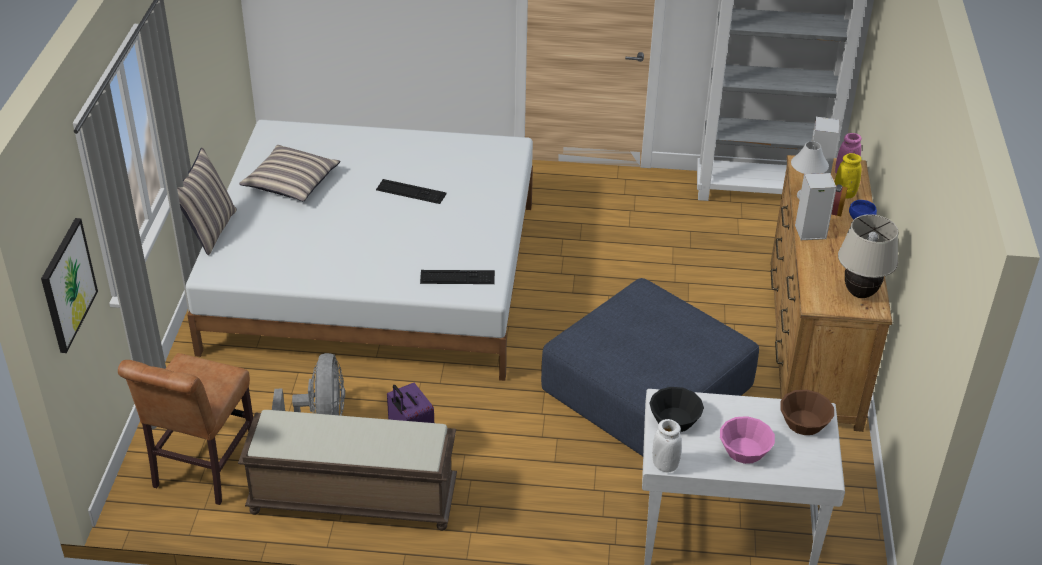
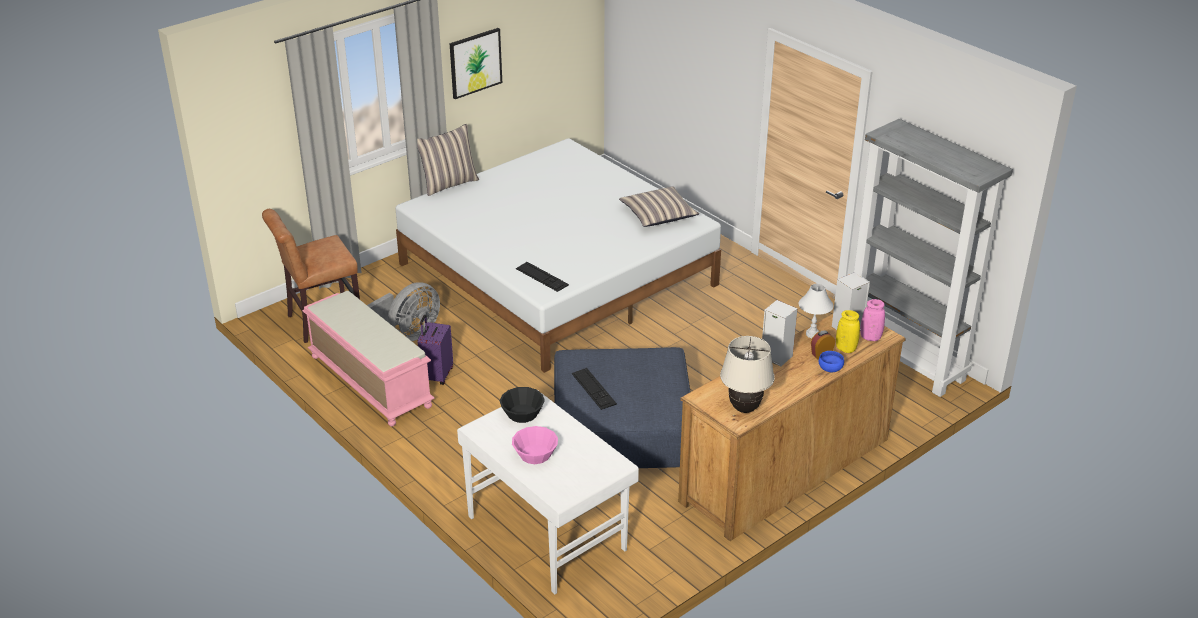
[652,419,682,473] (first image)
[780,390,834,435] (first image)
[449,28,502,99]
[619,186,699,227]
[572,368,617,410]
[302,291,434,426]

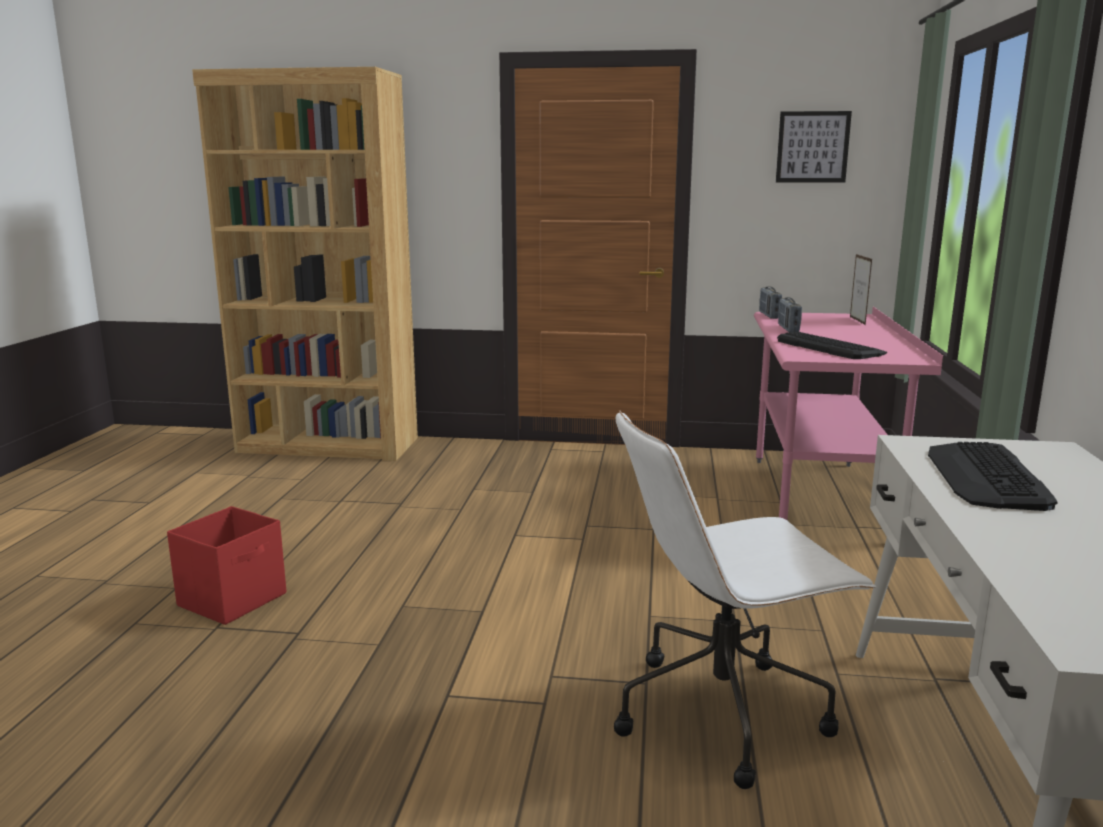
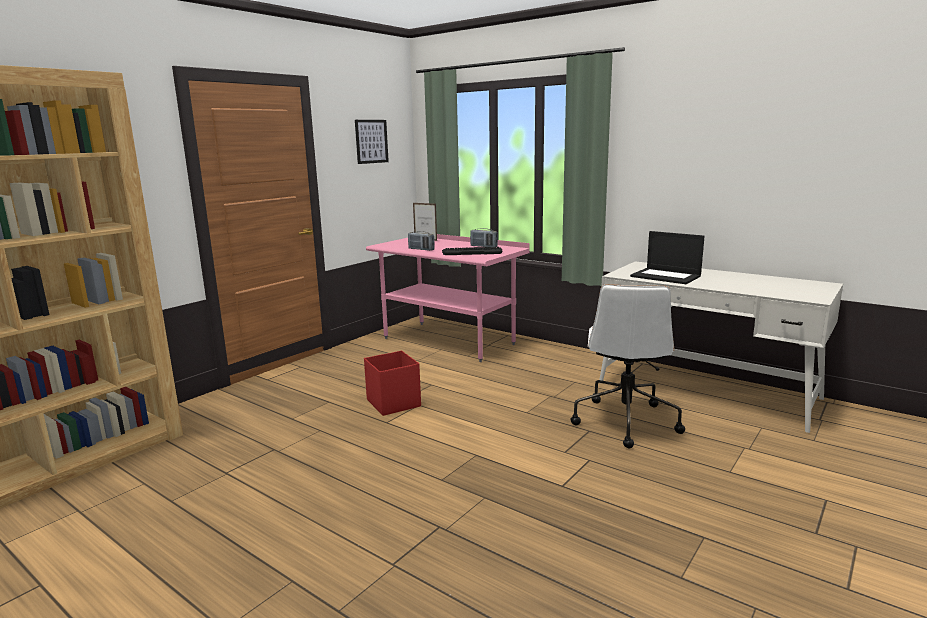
[364,351,421,416]
[470,228,498,247]
[630,231,705,284]

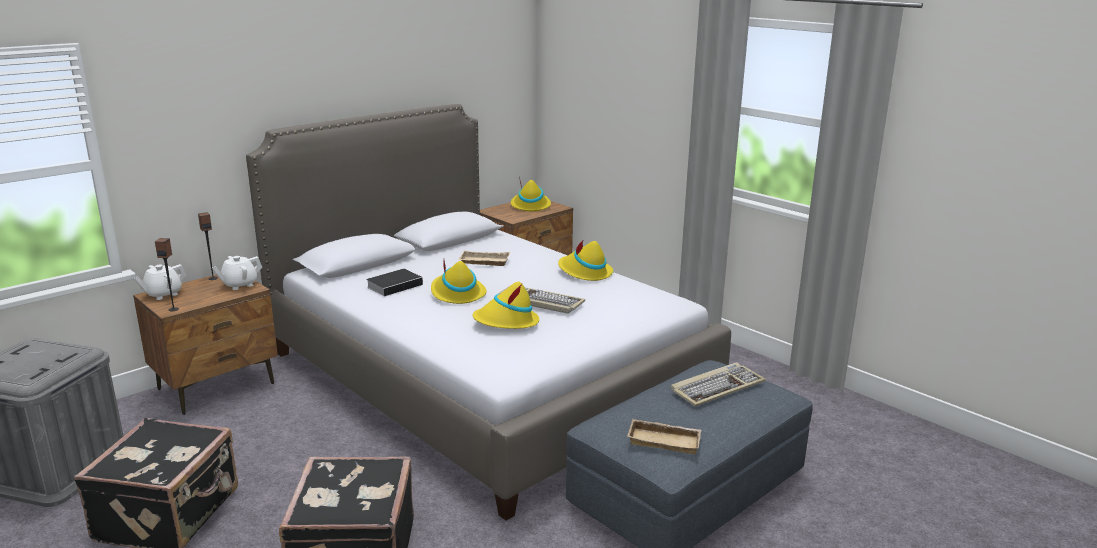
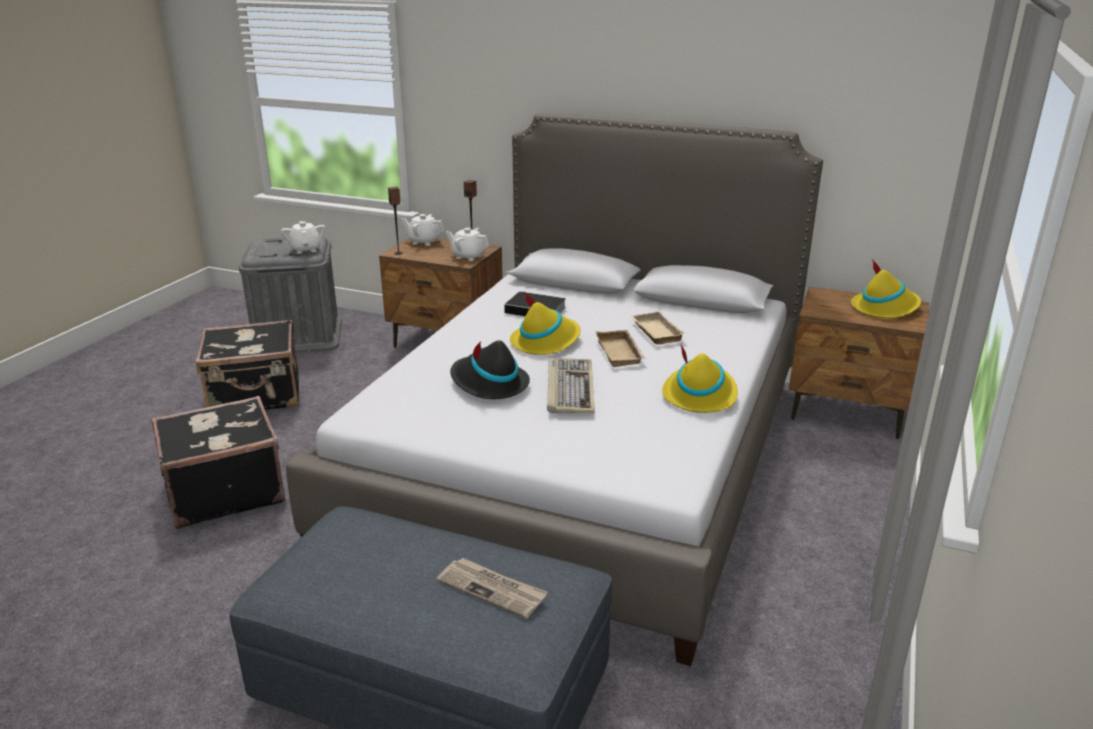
[281,221,326,254]
[595,330,646,367]
[437,558,548,619]
[450,340,530,399]

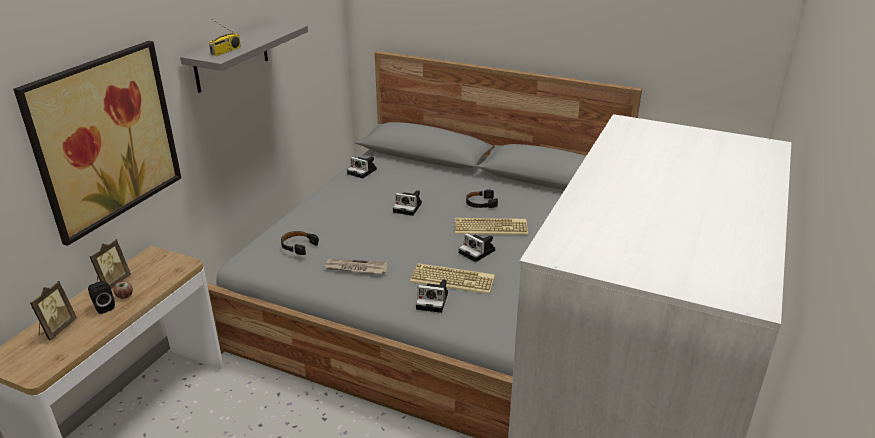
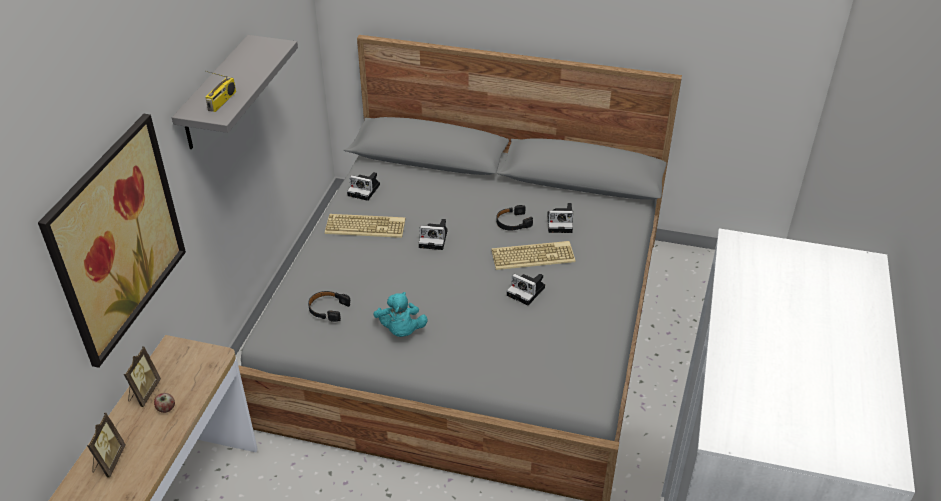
[88,281,115,314] (first image)
[325,214,405,238]
[547,203,573,233]
[373,292,428,337]

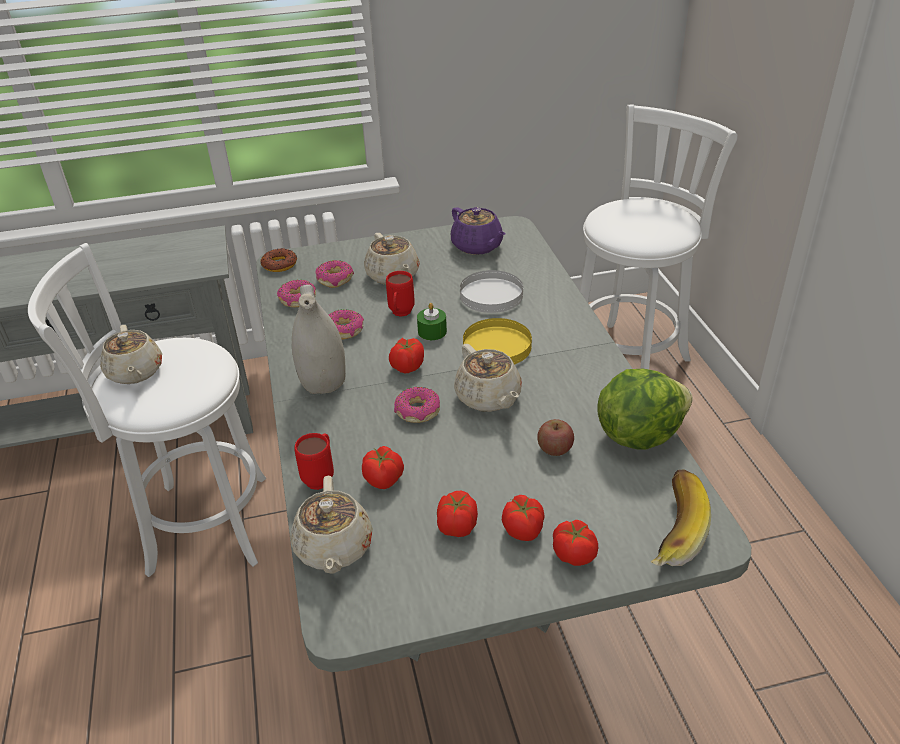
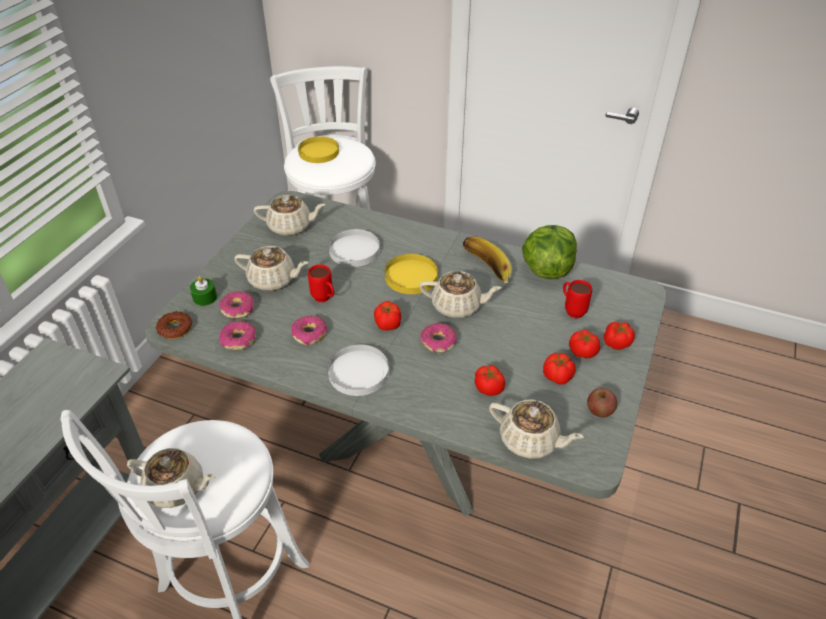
[298,137,339,163]
[563,280,592,318]
[190,276,217,306]
[587,388,617,417]
[463,236,512,284]
[328,344,389,396]
[254,195,326,236]

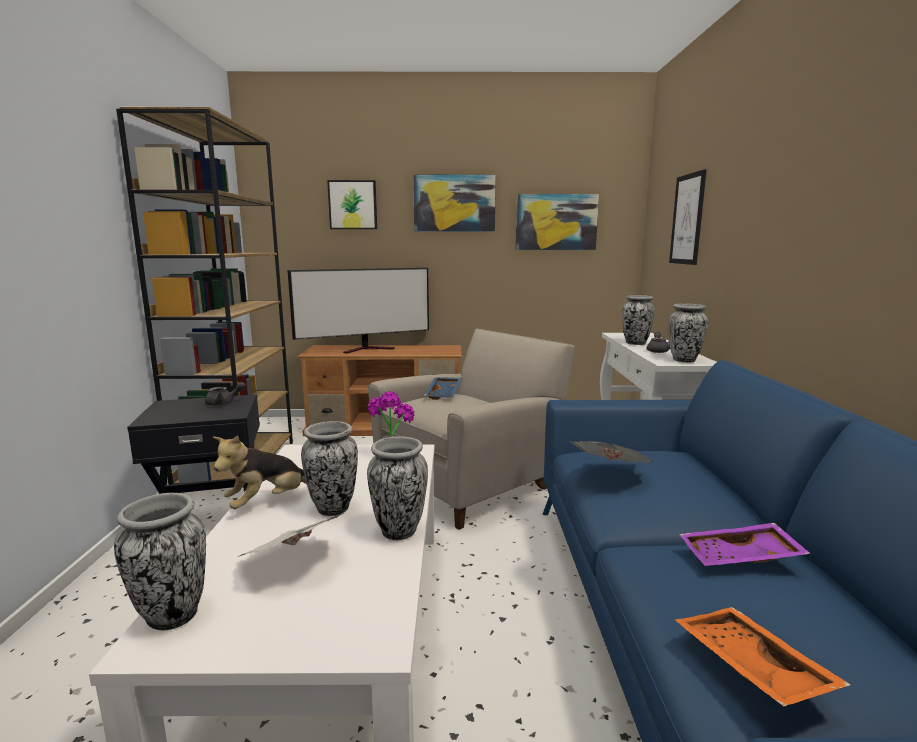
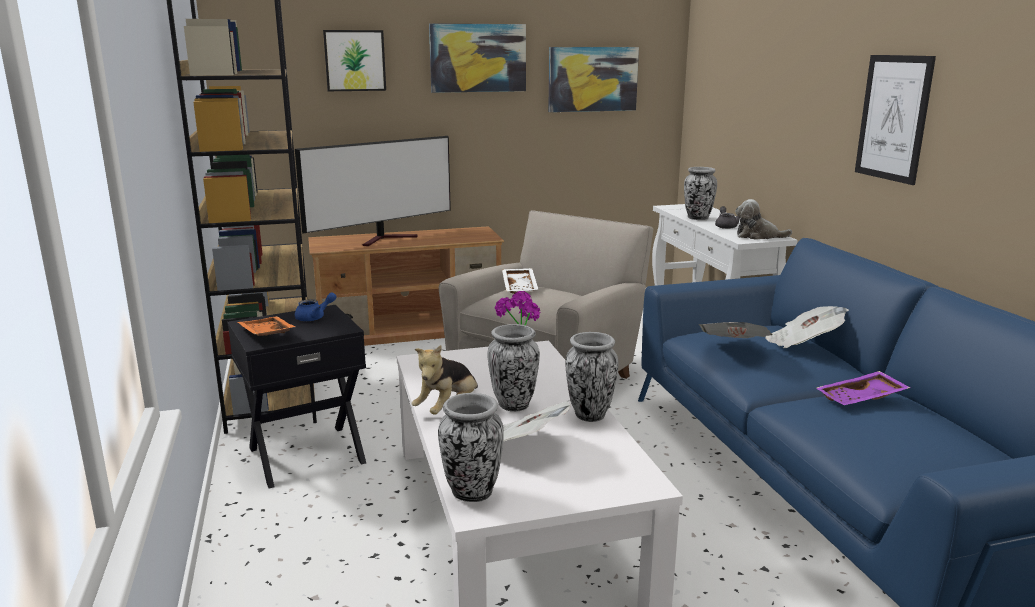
[765,306,849,348]
[855,55,936,185]
[238,316,295,336]
[735,199,792,240]
[295,292,337,321]
[502,268,539,294]

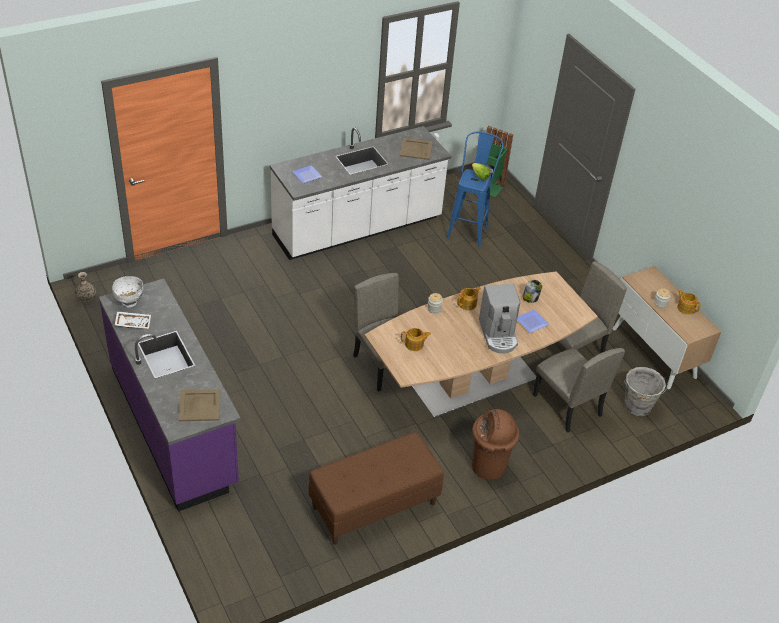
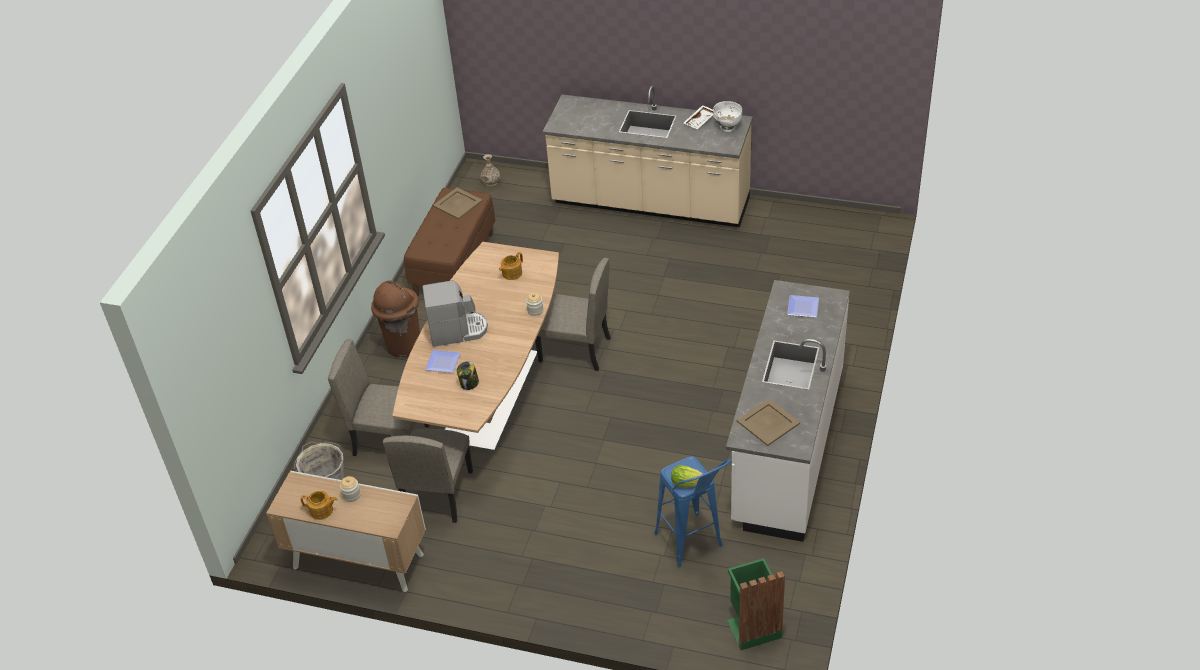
[457,287,481,310] (first image)
[480,154,501,186]
[433,187,483,219]
[543,86,753,227]
[423,280,488,347]

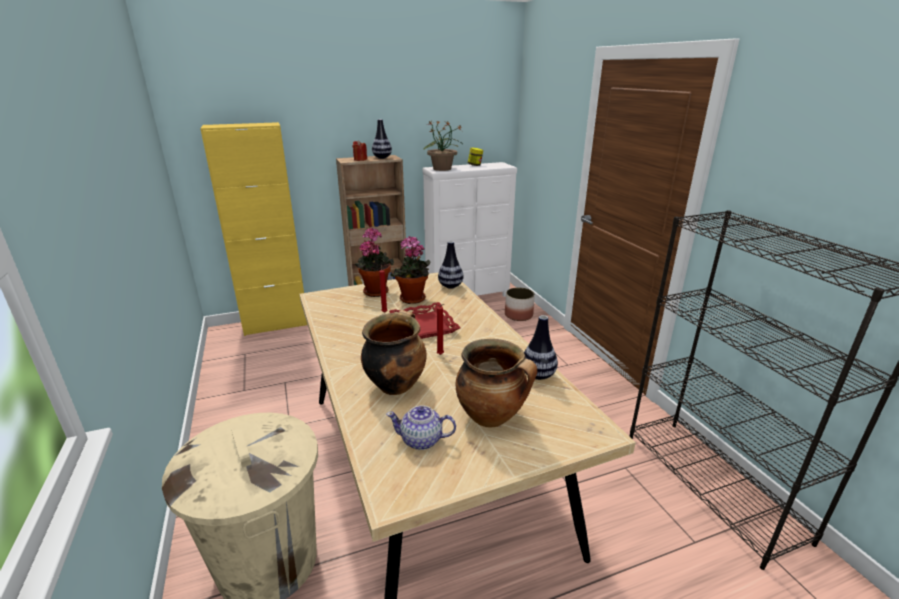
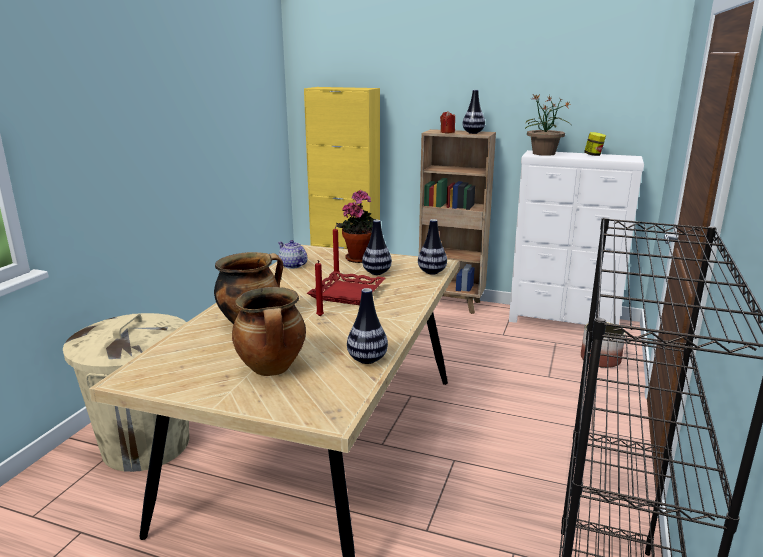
[278,240,308,269]
[362,220,392,275]

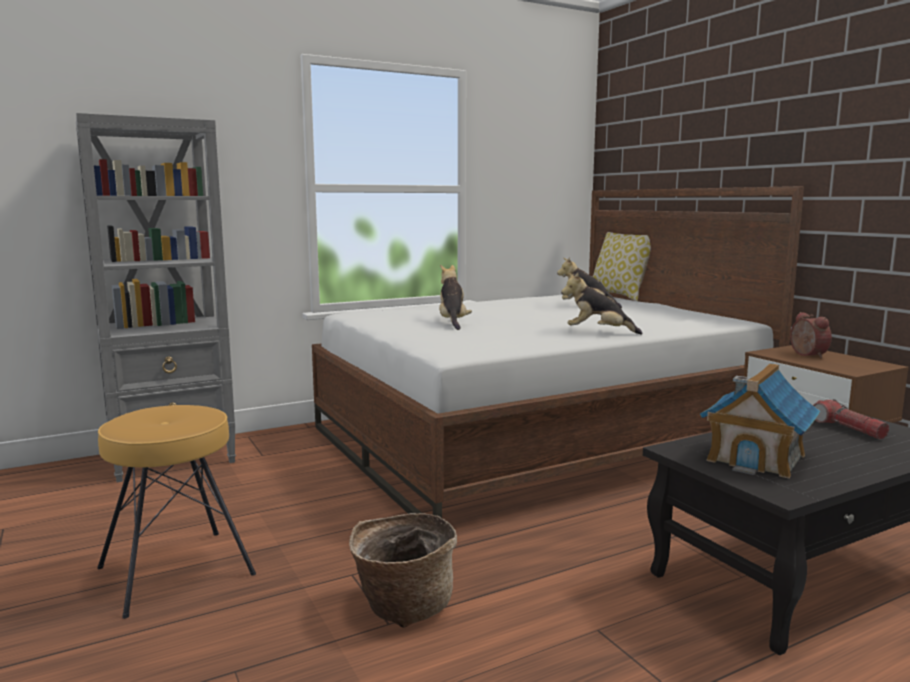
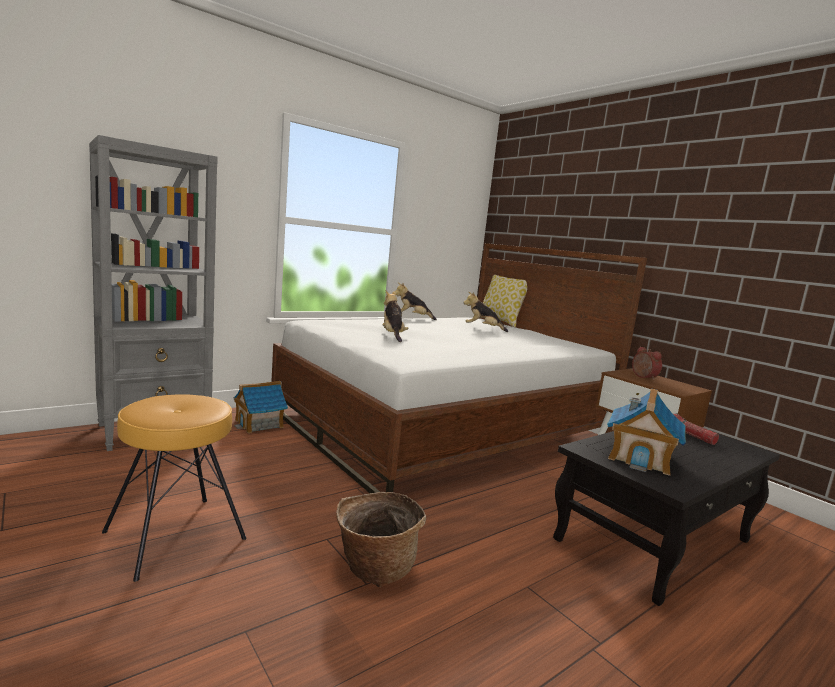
[234,381,288,433]
[395,283,437,320]

